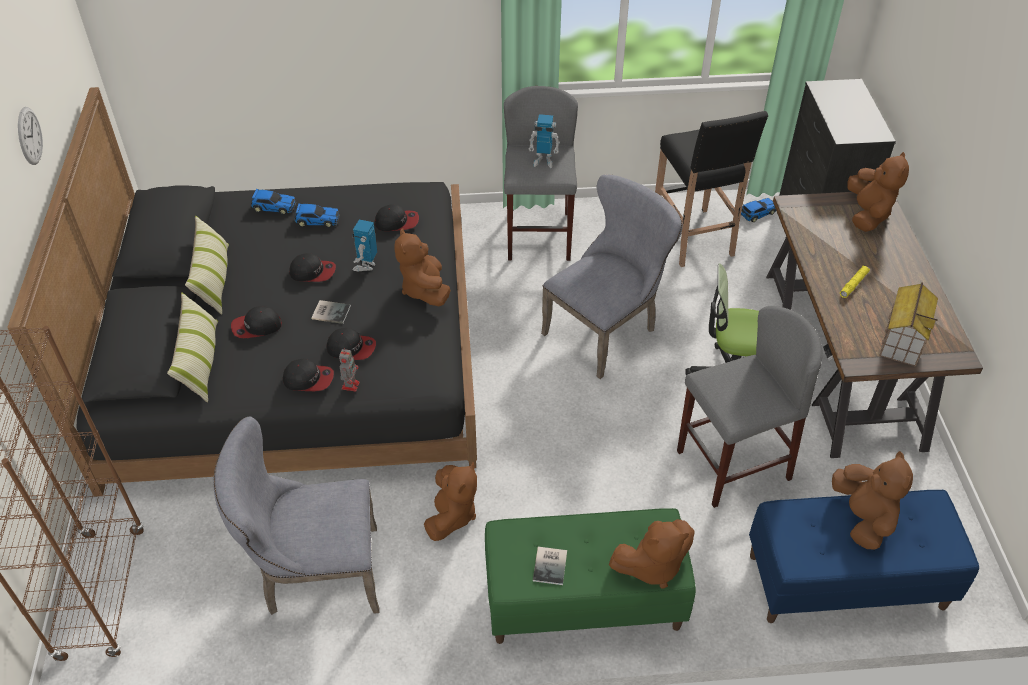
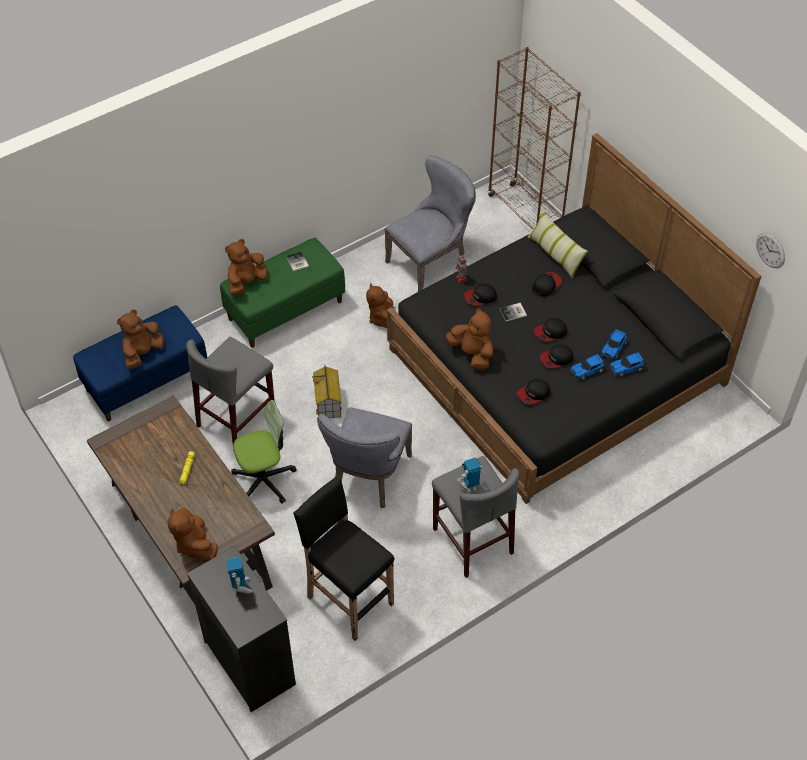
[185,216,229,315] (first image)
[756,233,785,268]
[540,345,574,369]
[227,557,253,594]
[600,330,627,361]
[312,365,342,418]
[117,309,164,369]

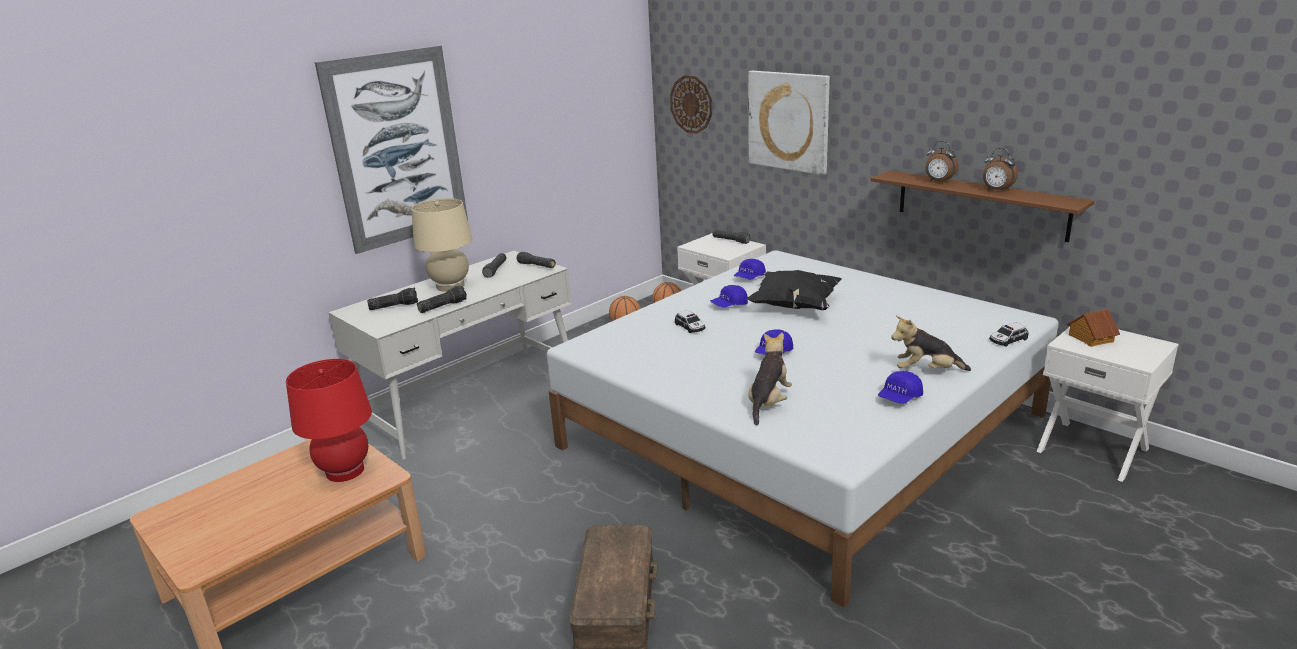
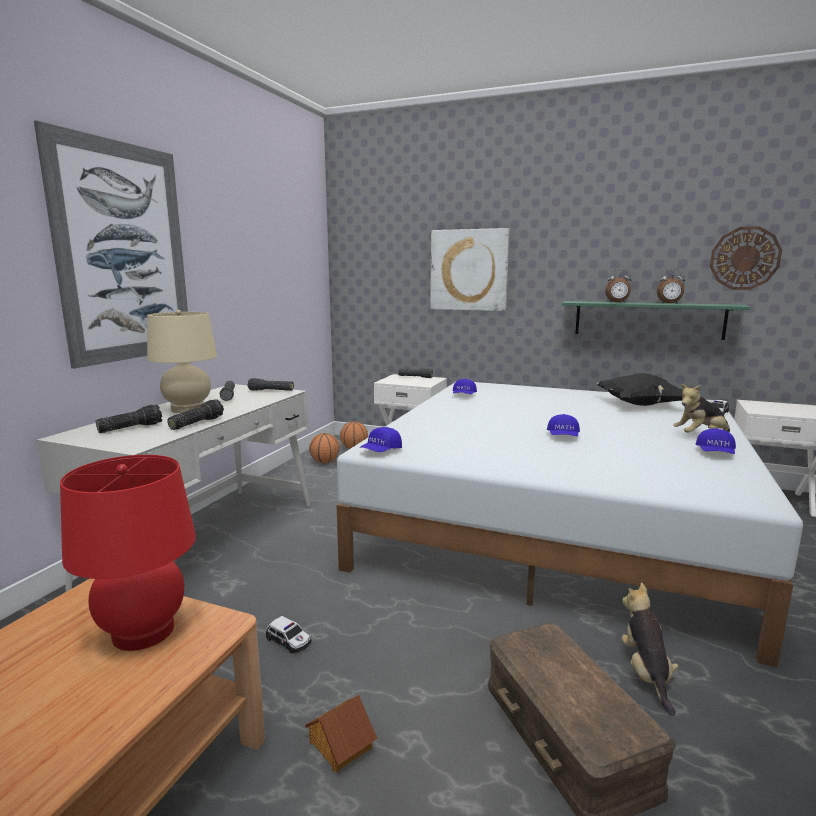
[710,226,782,290]
[266,616,311,653]
[360,427,402,452]
[596,373,683,406]
[622,583,678,716]
[305,695,377,773]
[562,301,751,340]

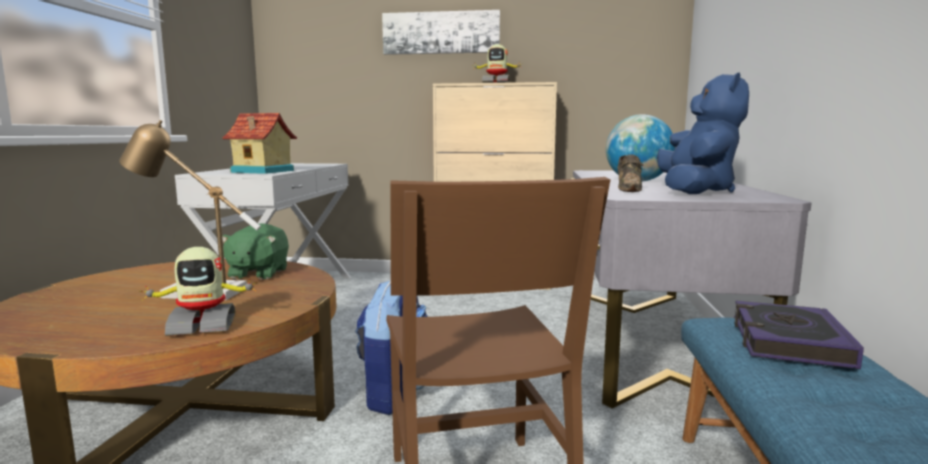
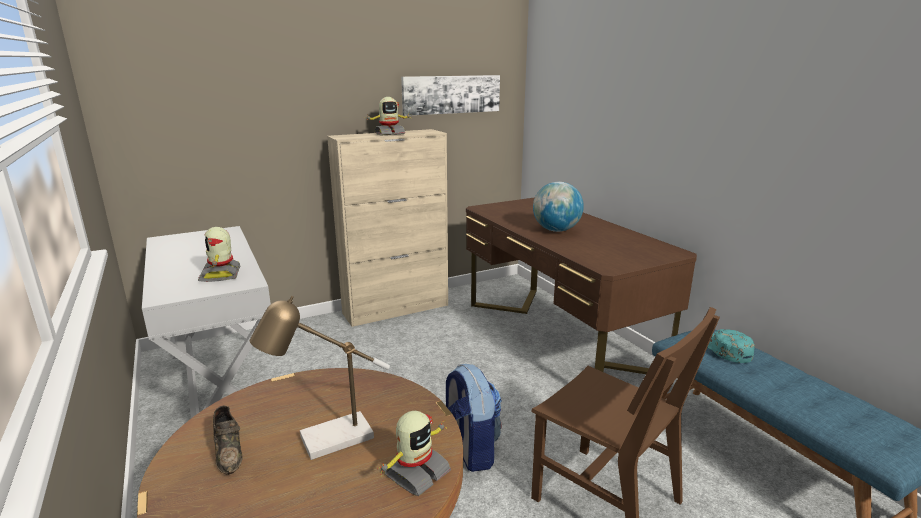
[222,223,289,279] (first image)
[657,72,749,194] (first image)
[401,75,500,116]
[213,405,243,475]
[198,227,241,282]
[707,329,755,363]
[466,197,697,374]

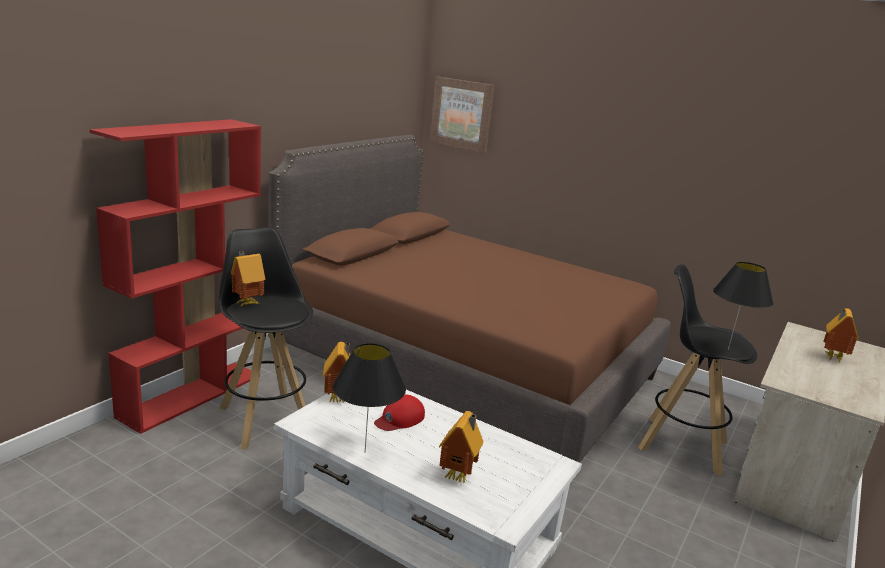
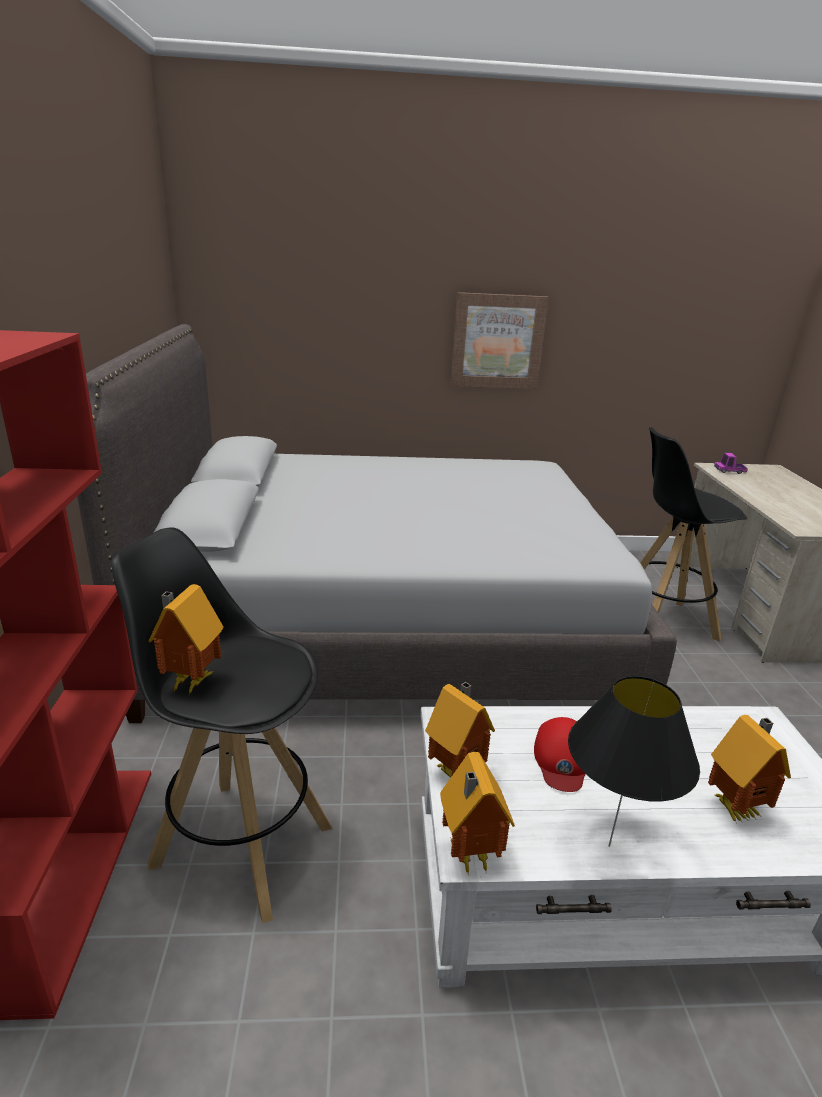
[713,262,774,350] (first image)
[714,453,748,474]
[450,292,549,389]
[440,752,515,876]
[77,324,677,723]

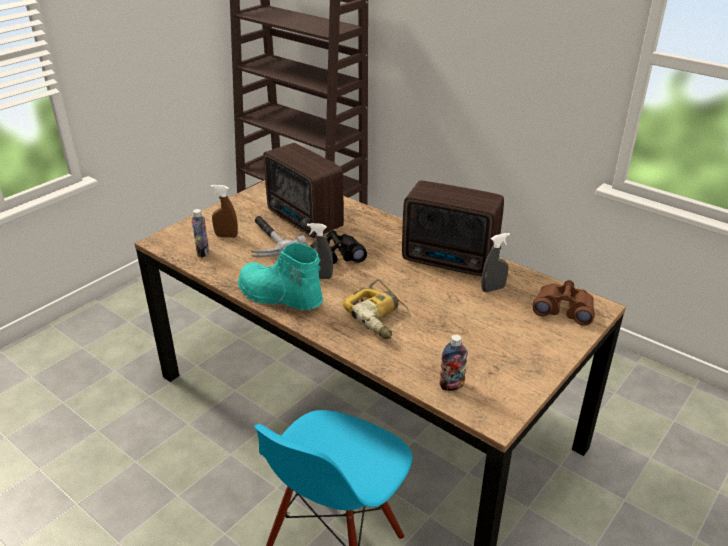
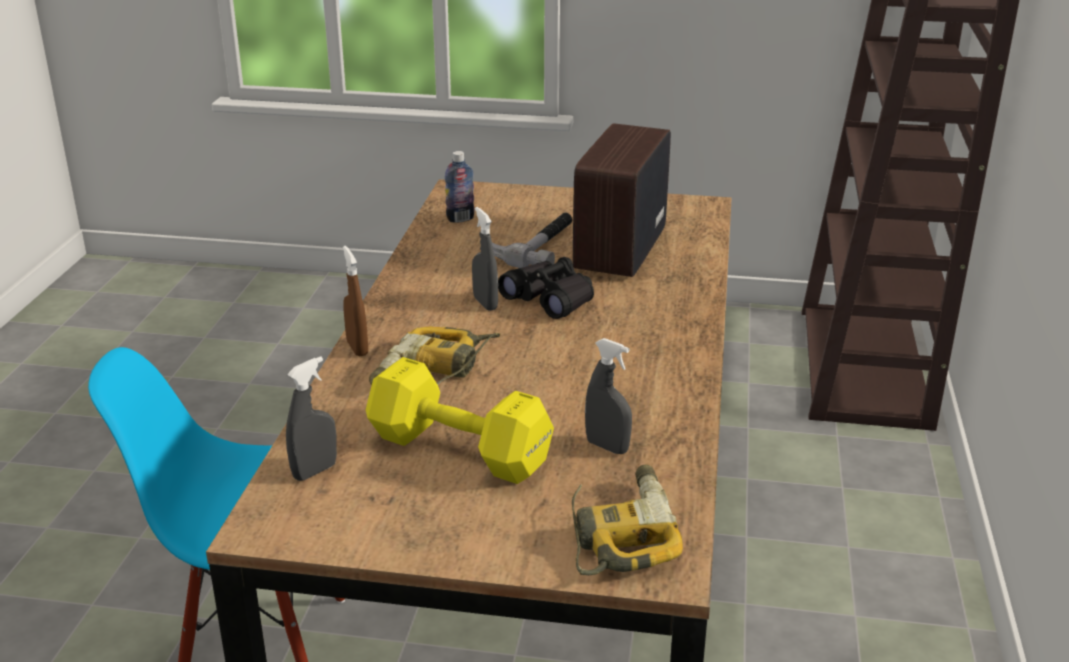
[238,242,323,311] (first image)
[402,181,504,276] (first image)
[366,357,554,484]
[343,246,368,356]
[286,356,337,481]
[572,465,683,575]

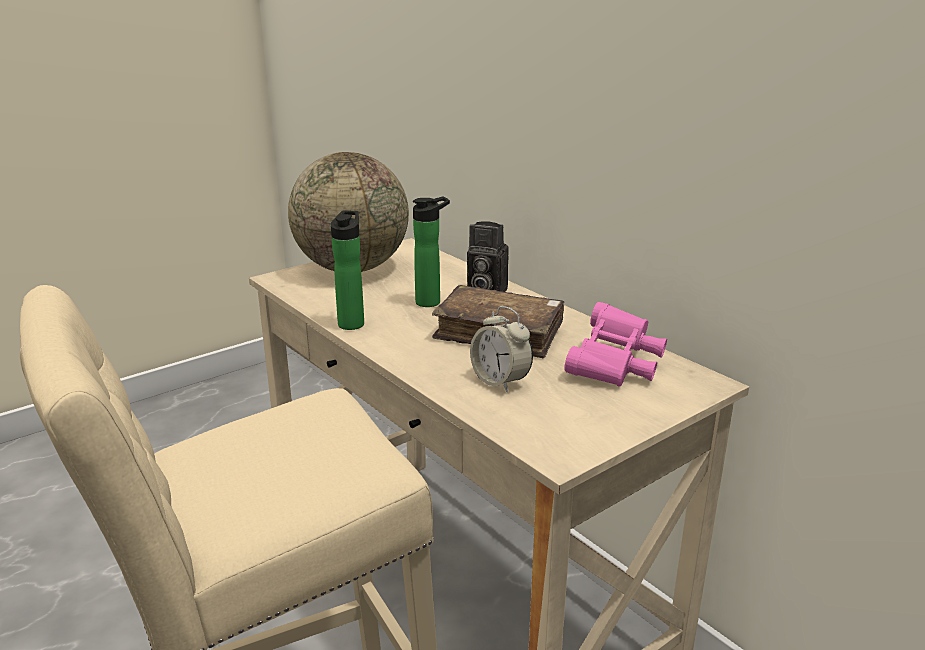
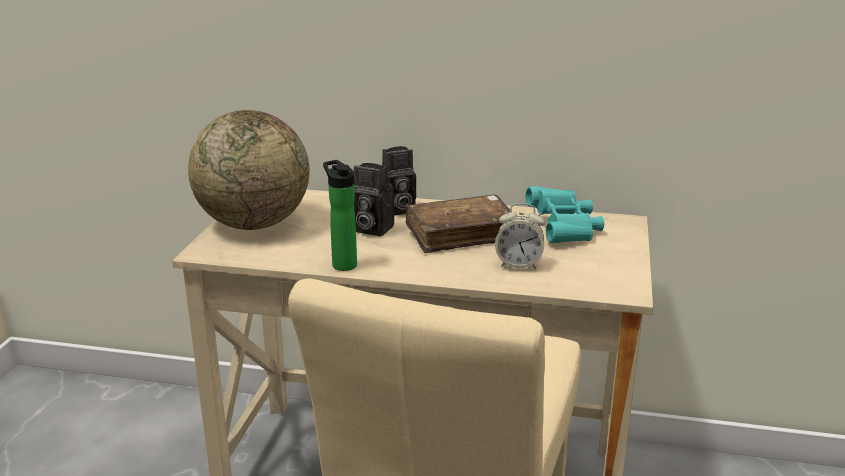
[354,163,394,236]
[525,186,604,243]

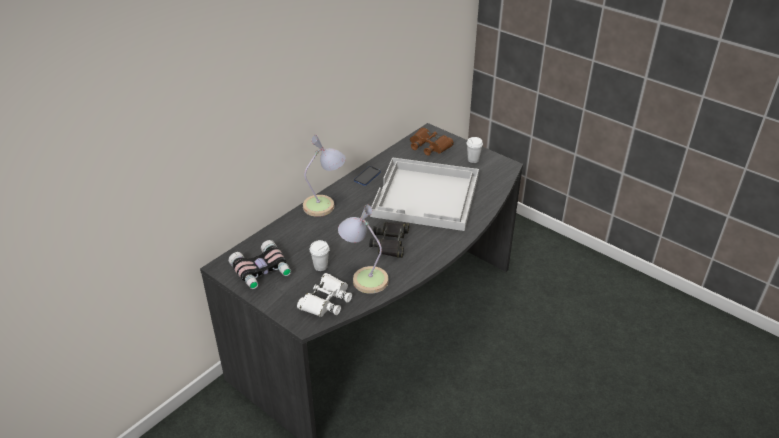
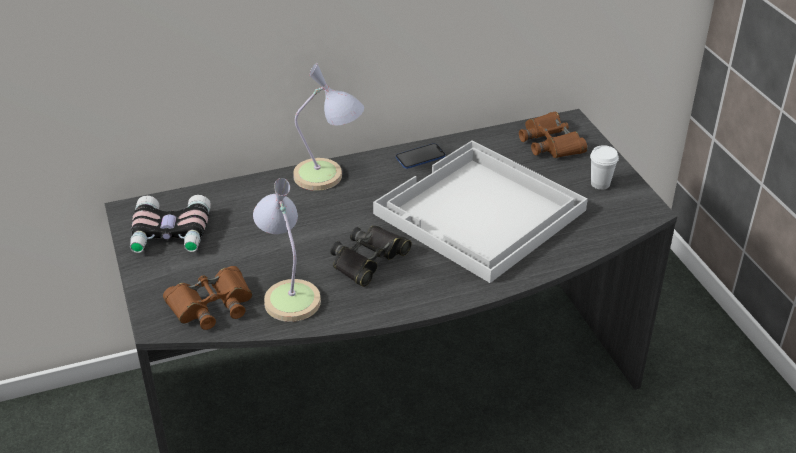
[310,240,330,271] (first image)
[163,266,252,330]

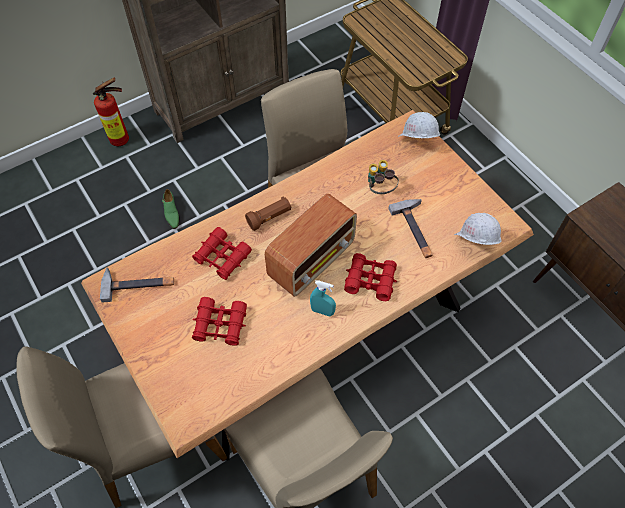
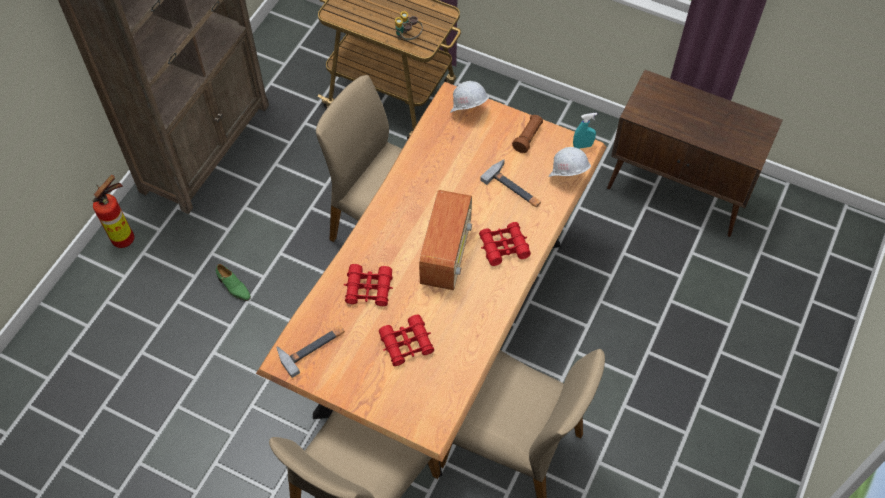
[512,114,543,153]
[573,113,597,149]
[395,11,423,40]

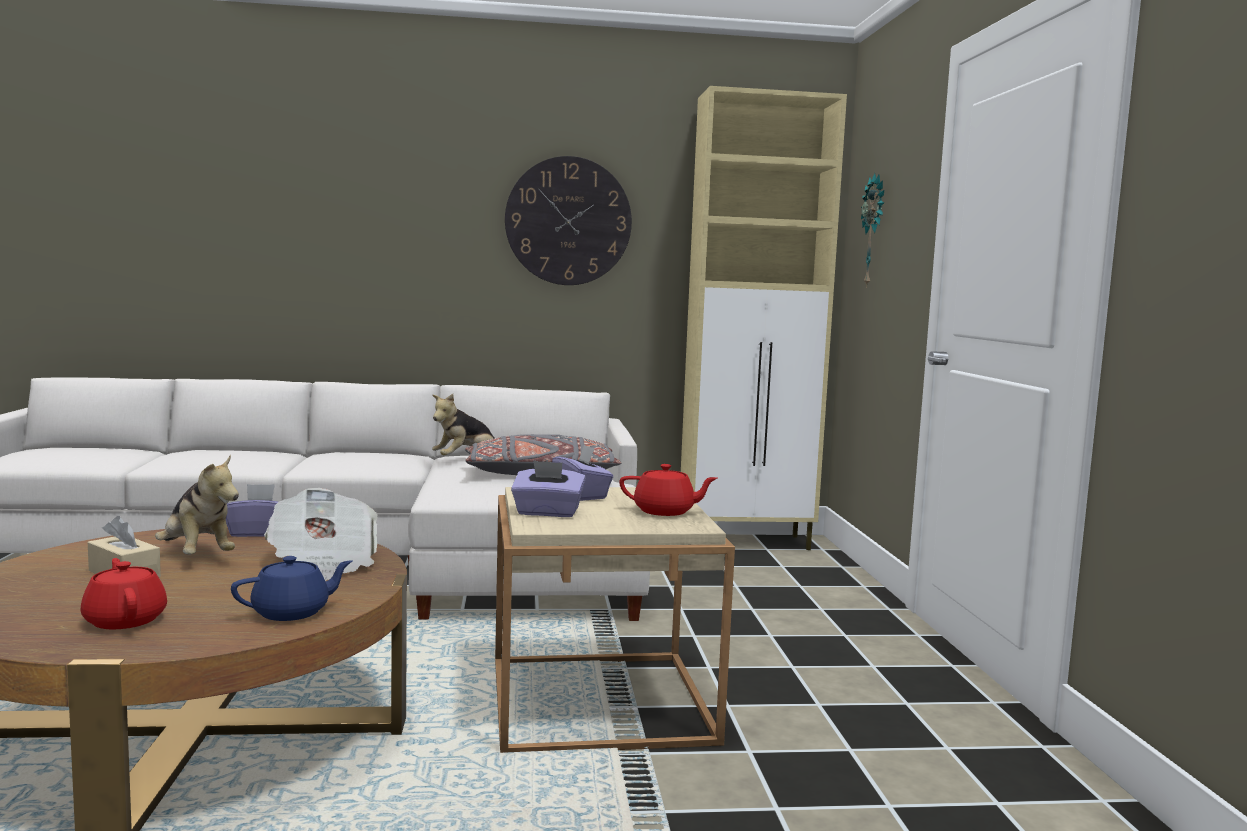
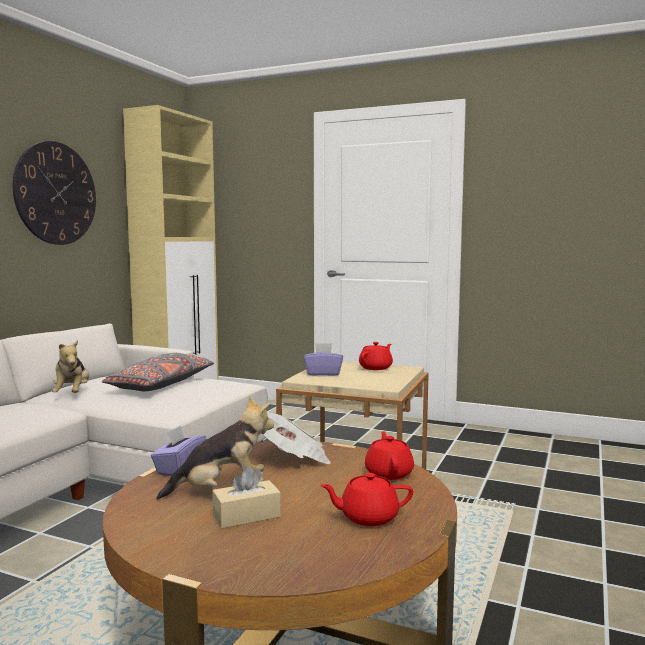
[511,460,586,517] (first image)
[861,173,884,288] (first image)
[365,431,414,480]

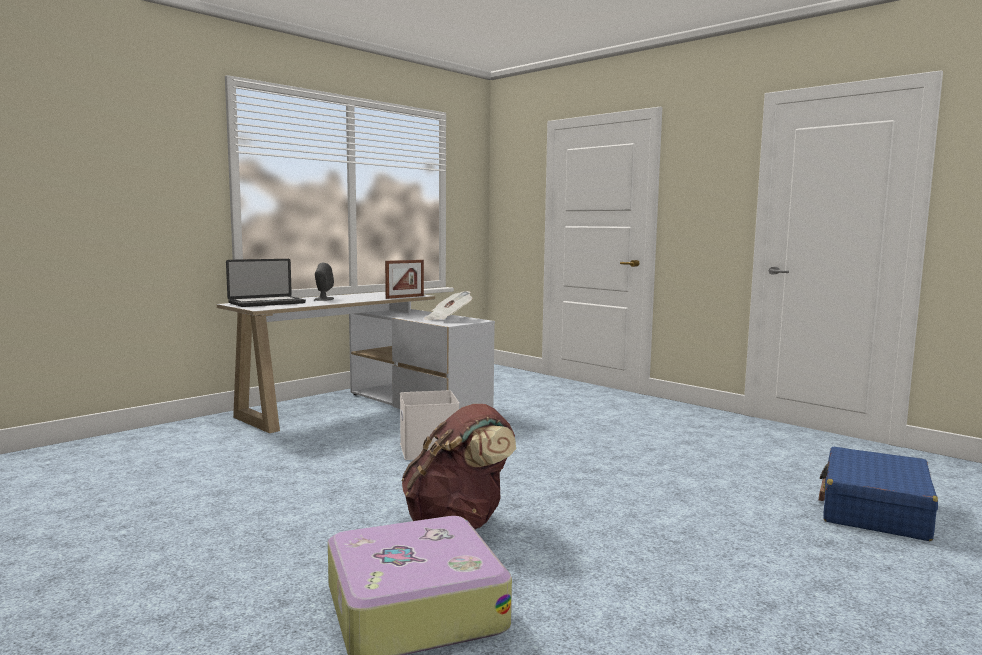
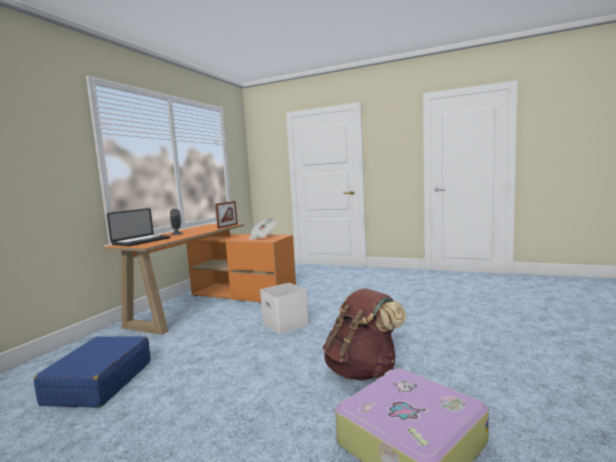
[34,336,150,408]
[102,224,296,335]

